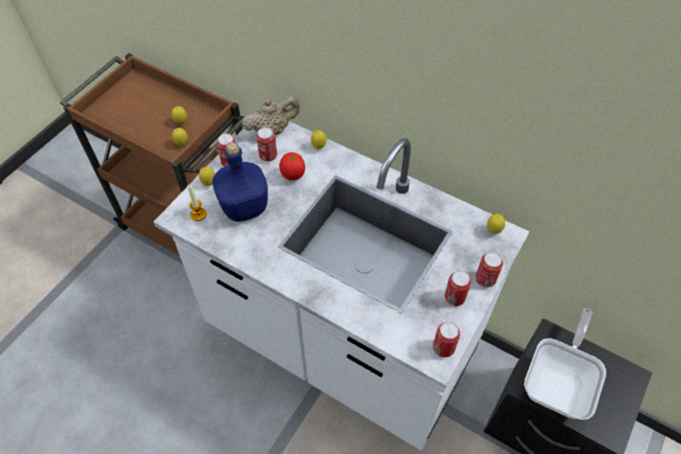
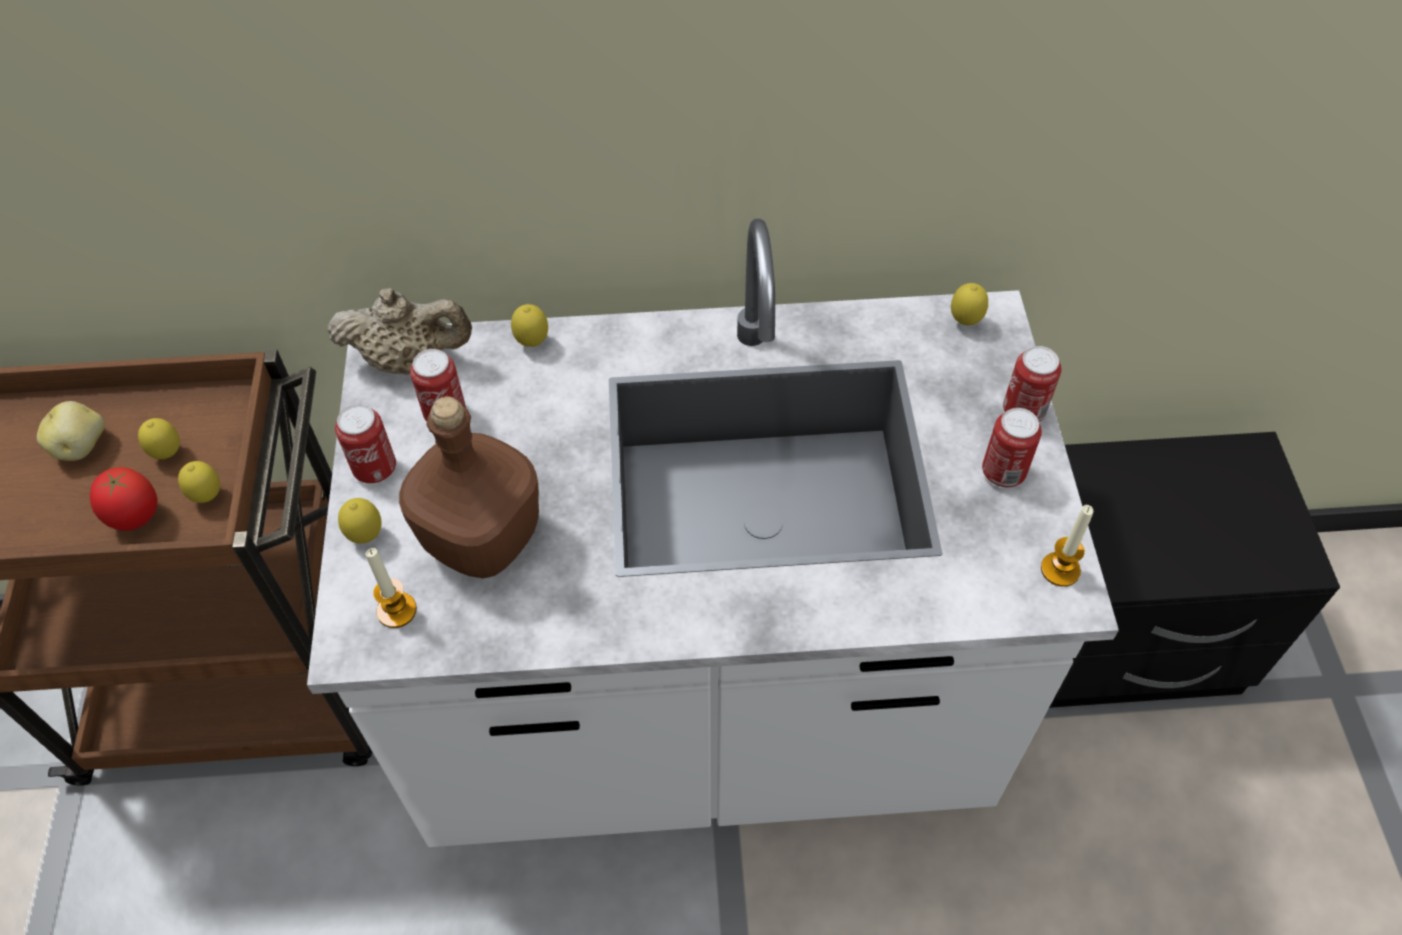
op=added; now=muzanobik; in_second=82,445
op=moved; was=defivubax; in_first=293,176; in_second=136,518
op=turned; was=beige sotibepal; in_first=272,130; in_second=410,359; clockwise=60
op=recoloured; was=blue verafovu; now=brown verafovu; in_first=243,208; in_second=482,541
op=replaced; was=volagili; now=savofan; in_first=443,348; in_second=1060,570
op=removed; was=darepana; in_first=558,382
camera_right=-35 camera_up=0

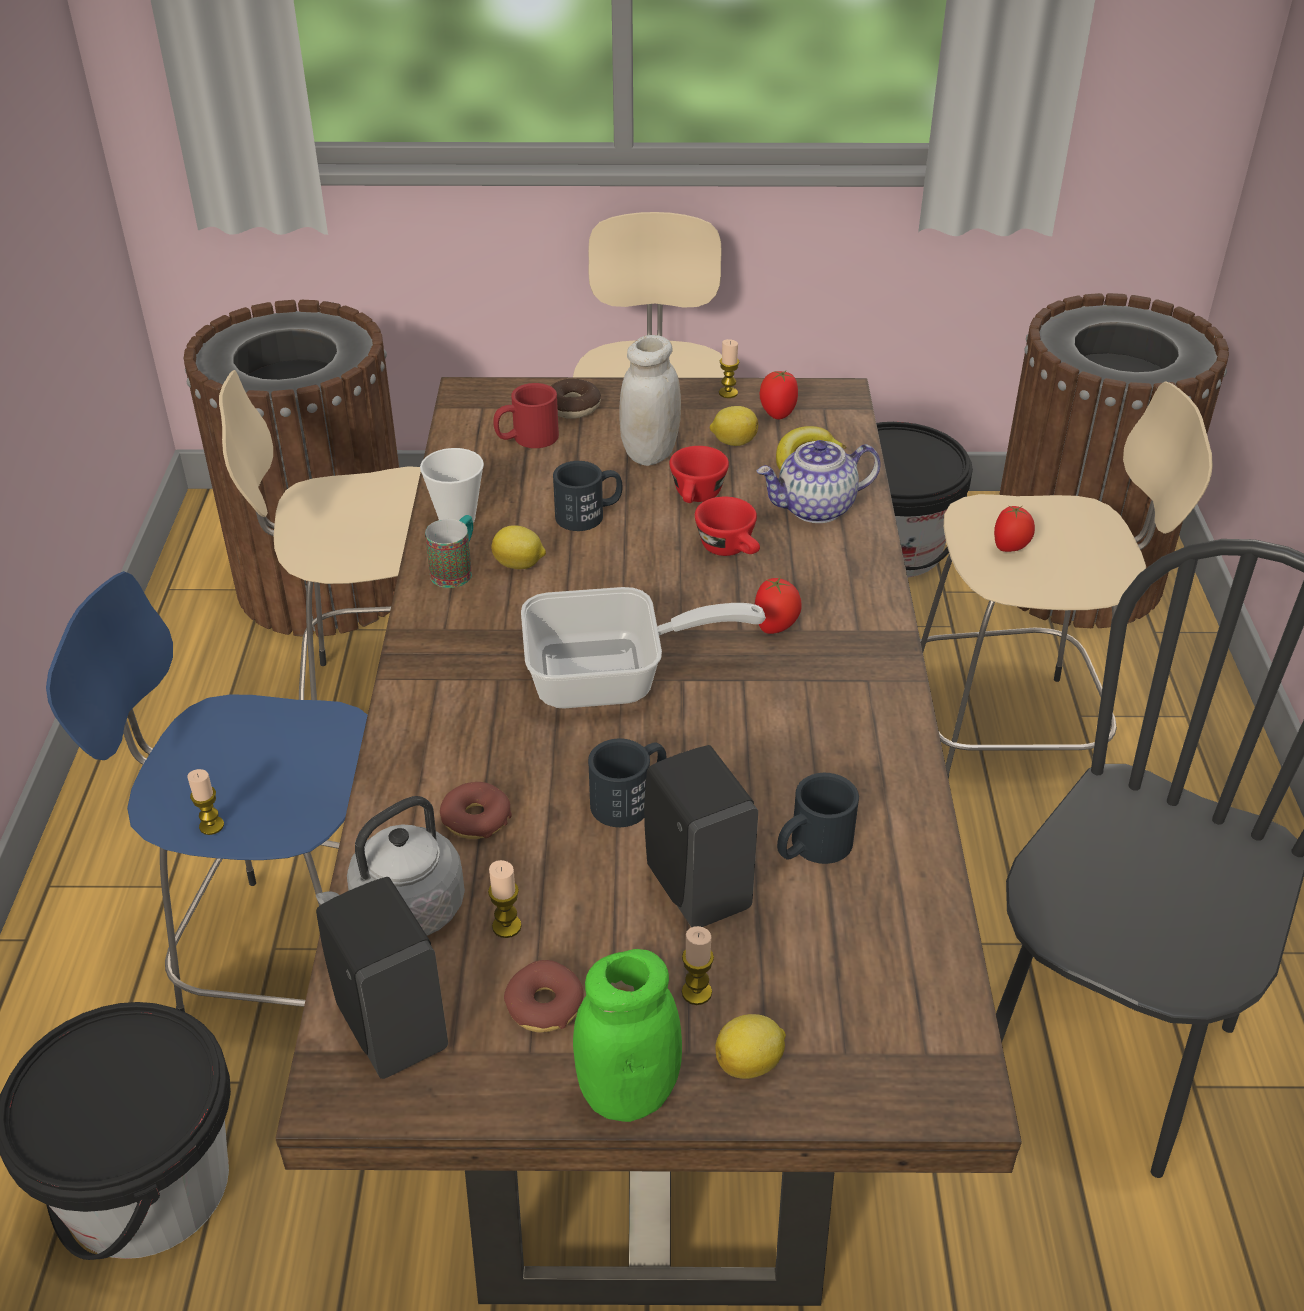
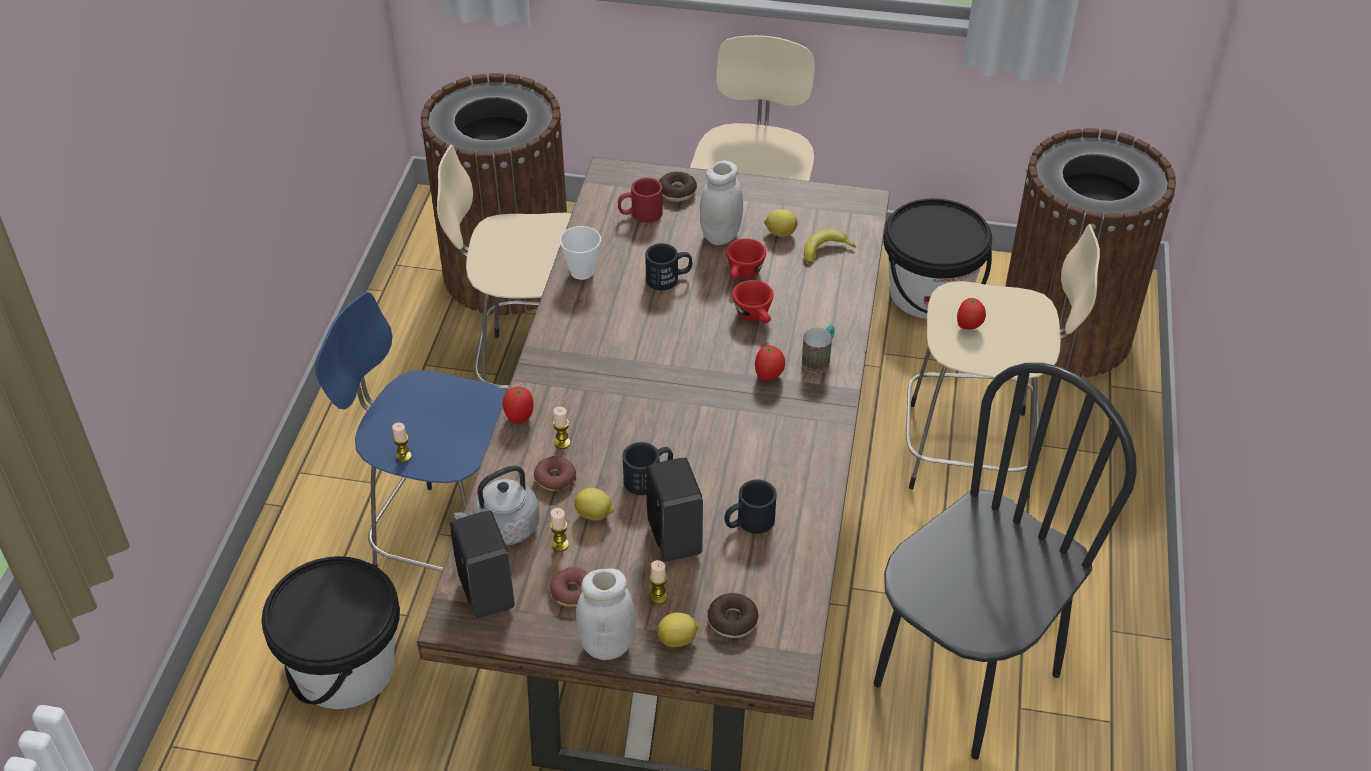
op=moved; was=defivubax; in_first=777,414; in_second=519,417
op=moved; was=savofan; in_first=728,393; in_second=562,443
op=moved; was=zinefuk; in_first=519,565; in_second=594,515
op=recoloured; was=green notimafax; now=white notimafax; in_first=628,1093; in_second=607,645
op=added; now=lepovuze; in_second=732,621
op=moved; was=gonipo; in_first=456,570; in_second=819,359
op=removed; was=darepana; in_first=613,678
op=removed; was=sotibepal; in_first=815,509
camera_right=10 camera_up=5

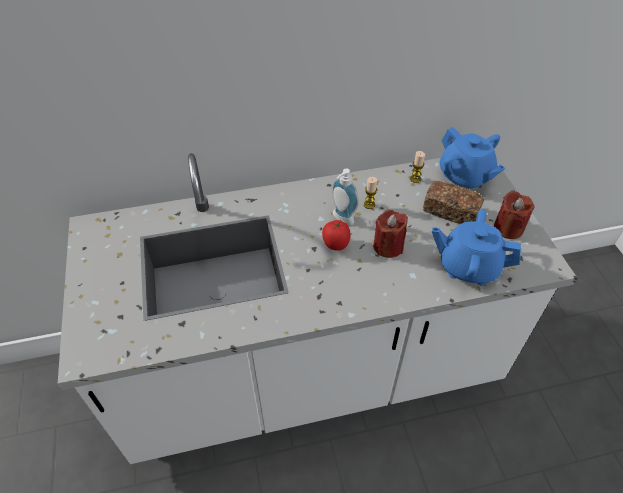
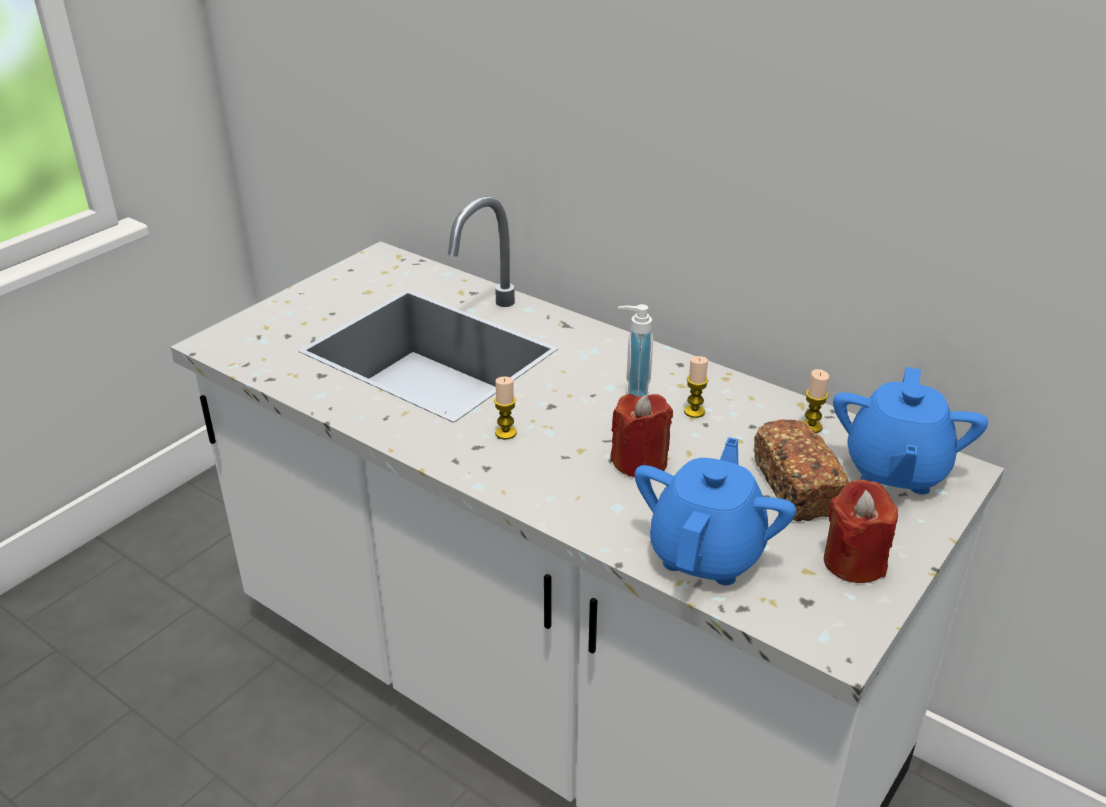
op=added; now=savofan; in_second=505,433
op=turned; was=blue sotibepal; in_first=468,266; in_second=707,553; clockwise=45
op=removed; was=defivubax; in_first=336,244
camera_right=50 camera_up=-15

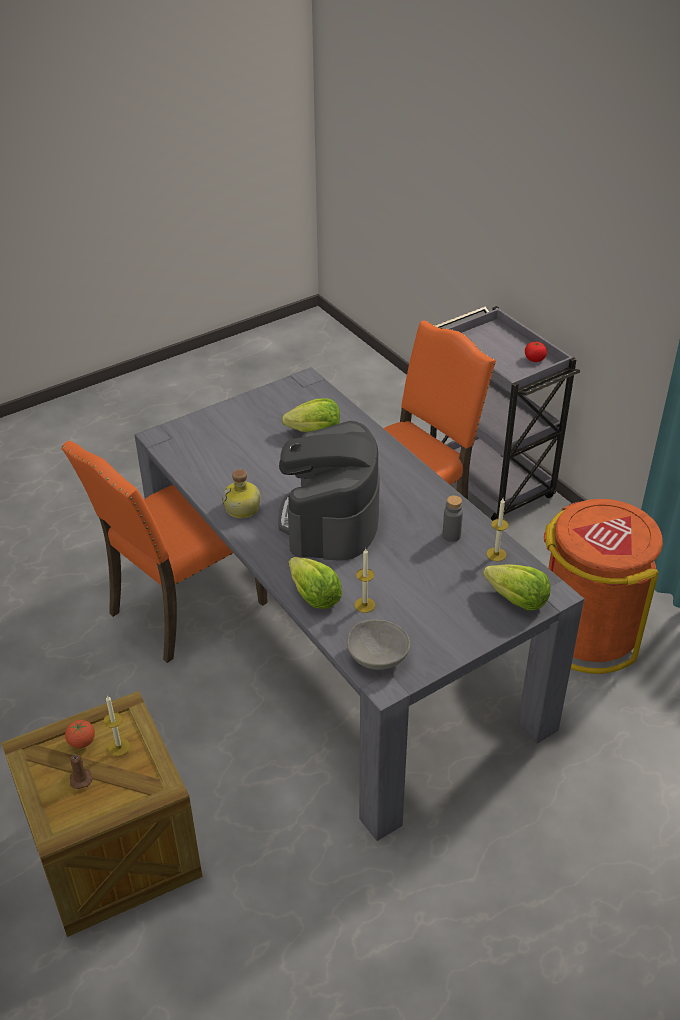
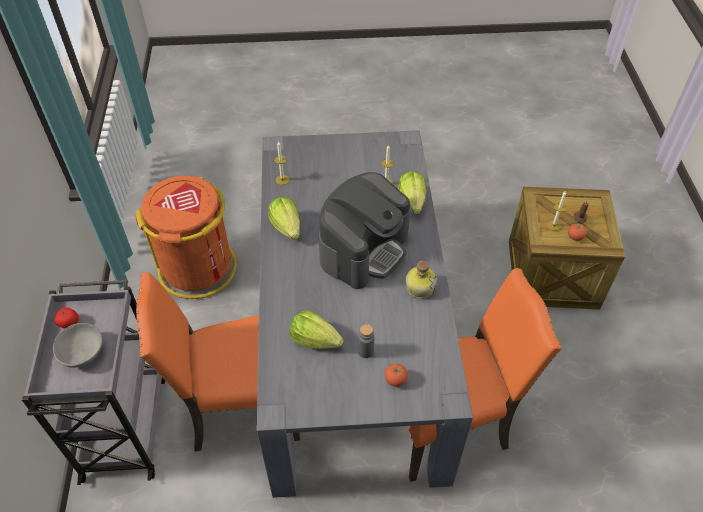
op=moved; was=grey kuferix; in_first=377,657; in_second=83,352
op=moved; was=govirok; in_first=517,600; in_second=287,227
op=moved; was=grey verafovu; in_first=451,535; in_second=365,351
op=added; now=defivubax; in_second=395,380
camera_right=-150 camera_up=10

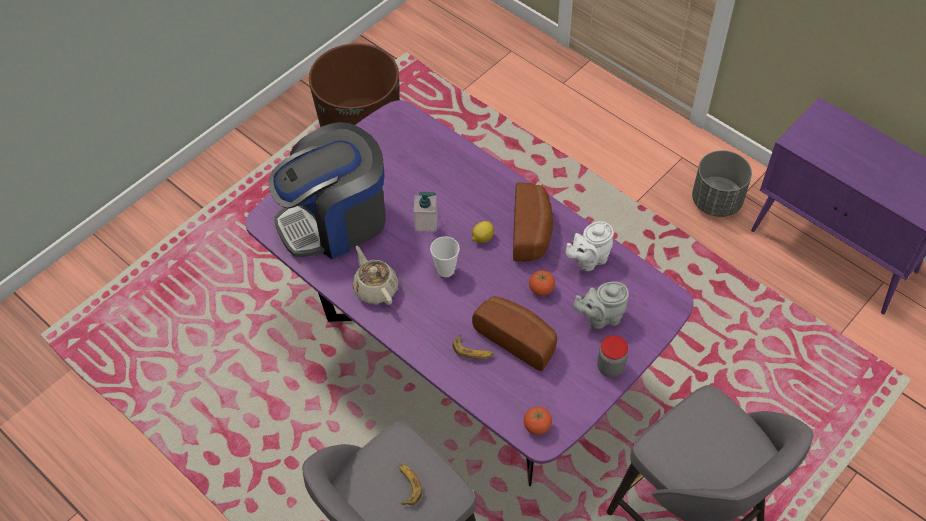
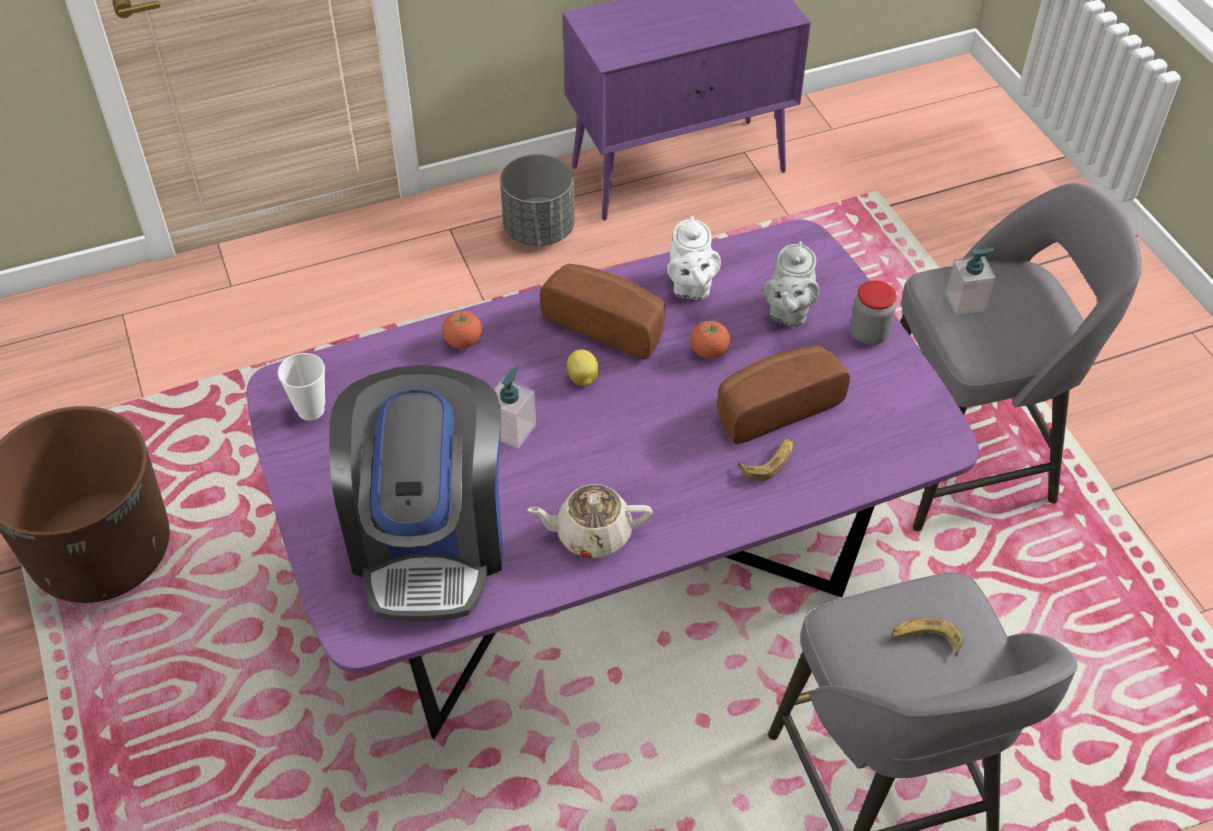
op=moved; was=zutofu; in_first=446,270; in_second=311,410
op=moved; was=defivubax; in_first=537,426; in_second=463,342
op=added; now=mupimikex; in_second=965,302
camera_right=-65 camera_up=-5

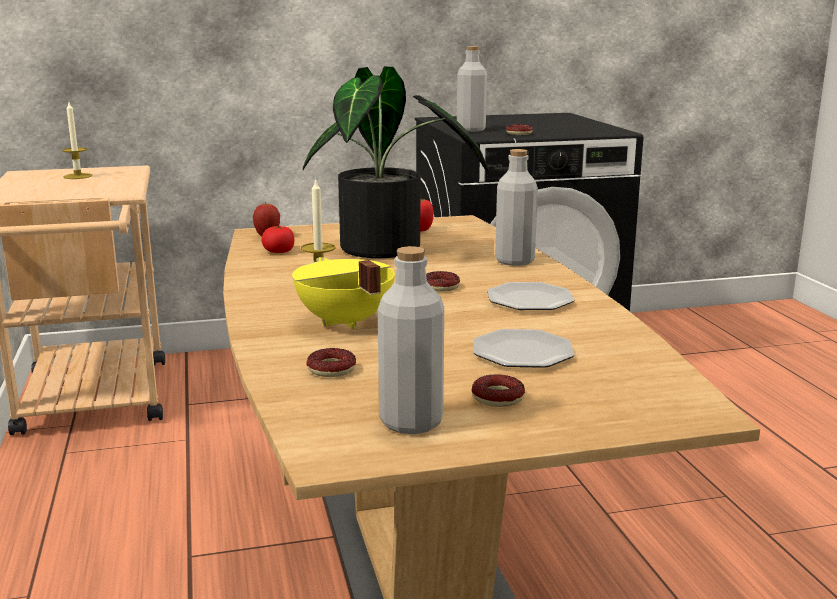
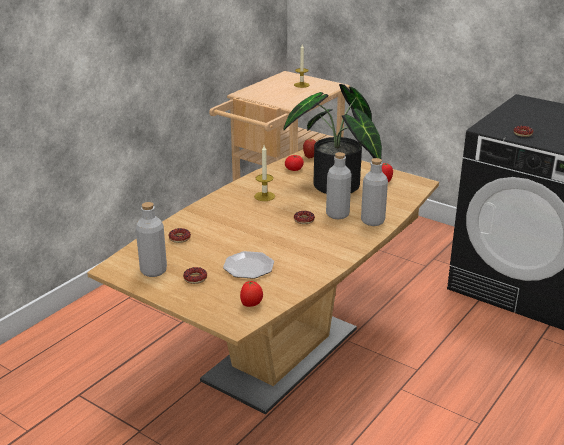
op=added; now=defivubax; in_second=251,305
op=moved; was=grey verafovu; in_first=471,130; in_second=337,214
op=removed; was=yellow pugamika; in_first=343,322
op=removed; was=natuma; in_first=529,300
camera_right=50 camera_up=10

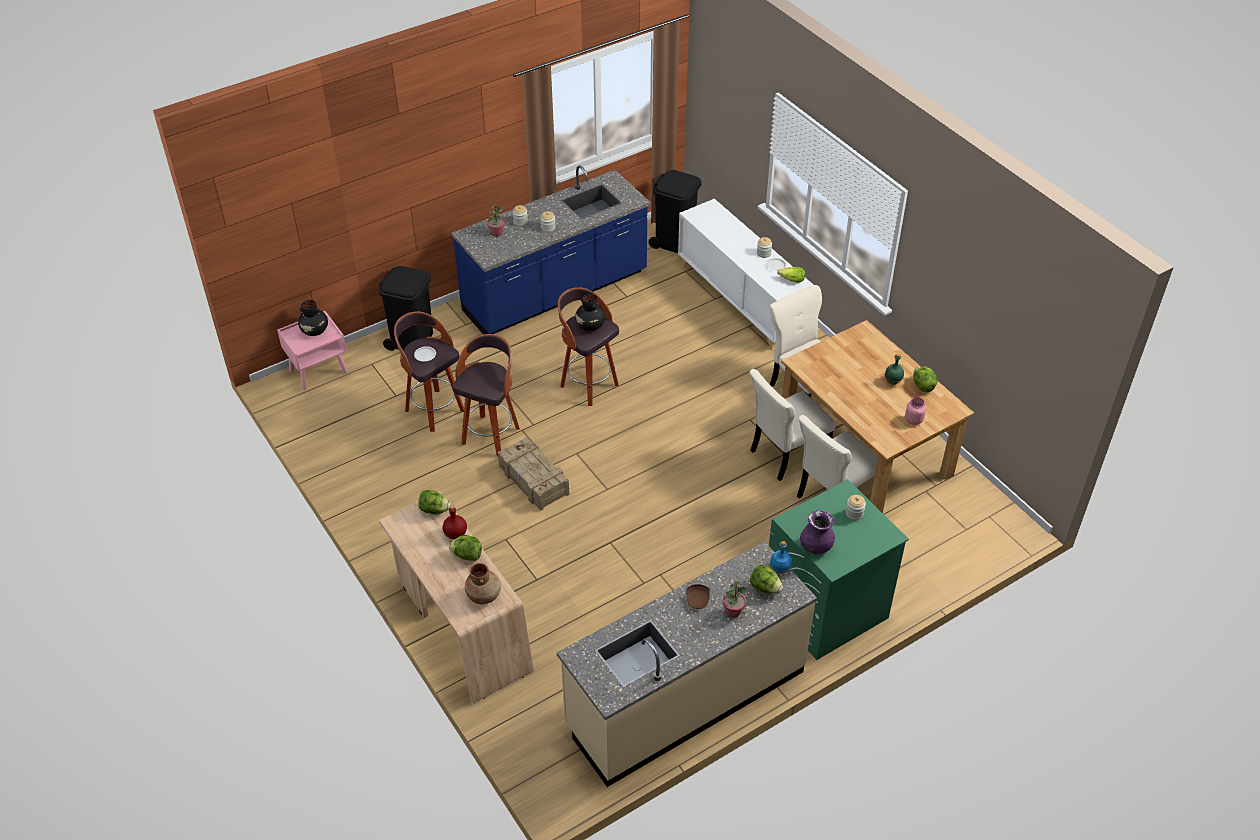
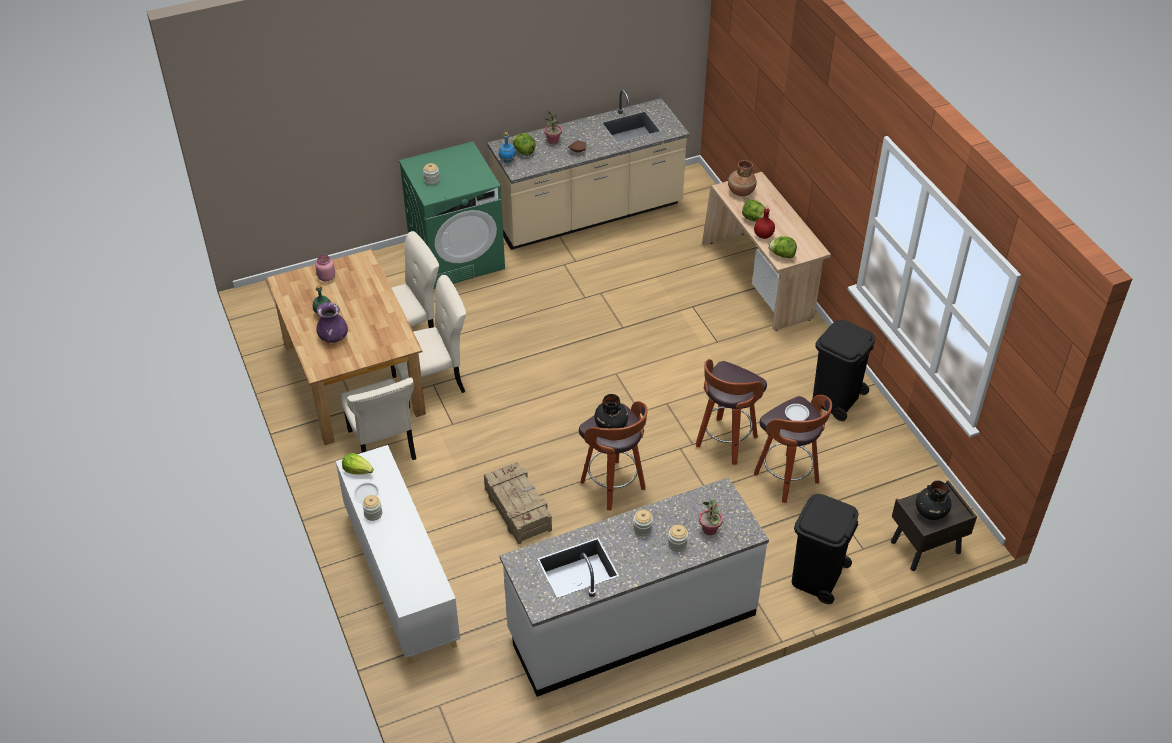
op=moved; was=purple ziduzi; in_first=816,547; in_second=333,337
op=moved; was=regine; in_first=533,481; in_second=518,509
op=recoloured; was=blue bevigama; now=white bevigama; in_first=556,293; in_second=631,623
op=moved; was=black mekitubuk; in_first=674,240; in_second=835,399
op=recoloured; was=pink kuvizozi; now=brown kuvizozi; in_first=319,371; in_second=924,548
op=removed; was=govirok; in_first=922,386
camera_right=-170 camera_up=0

